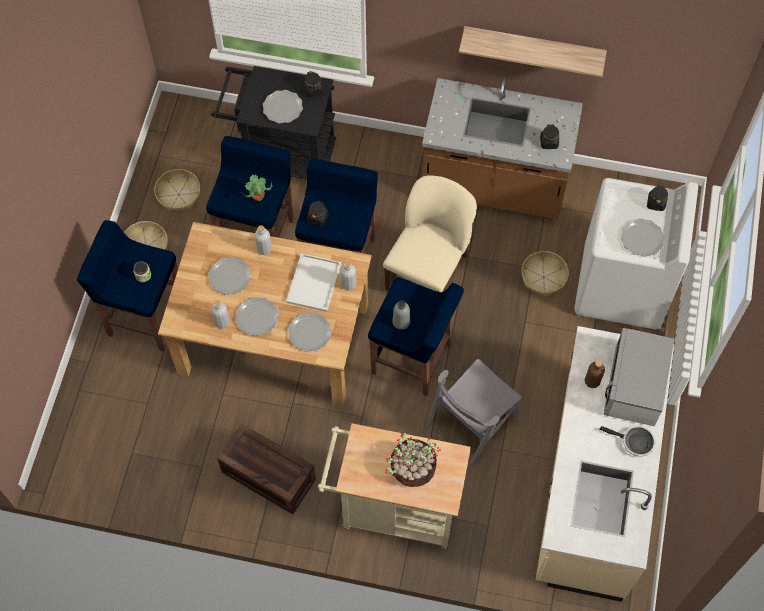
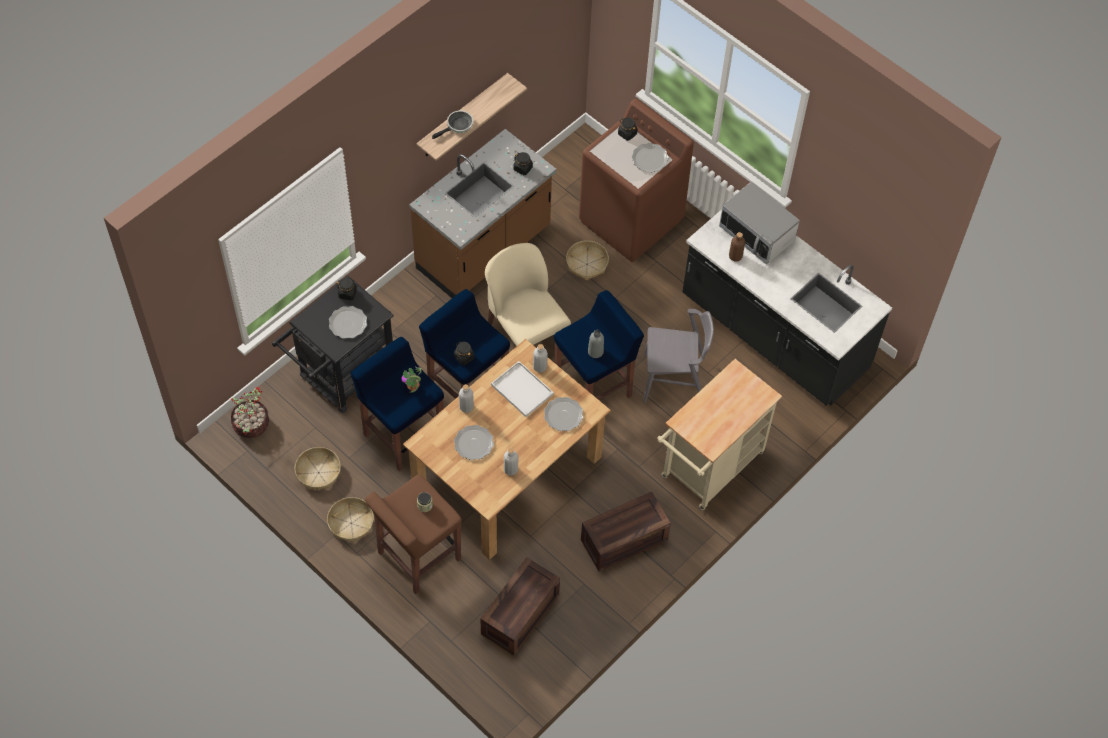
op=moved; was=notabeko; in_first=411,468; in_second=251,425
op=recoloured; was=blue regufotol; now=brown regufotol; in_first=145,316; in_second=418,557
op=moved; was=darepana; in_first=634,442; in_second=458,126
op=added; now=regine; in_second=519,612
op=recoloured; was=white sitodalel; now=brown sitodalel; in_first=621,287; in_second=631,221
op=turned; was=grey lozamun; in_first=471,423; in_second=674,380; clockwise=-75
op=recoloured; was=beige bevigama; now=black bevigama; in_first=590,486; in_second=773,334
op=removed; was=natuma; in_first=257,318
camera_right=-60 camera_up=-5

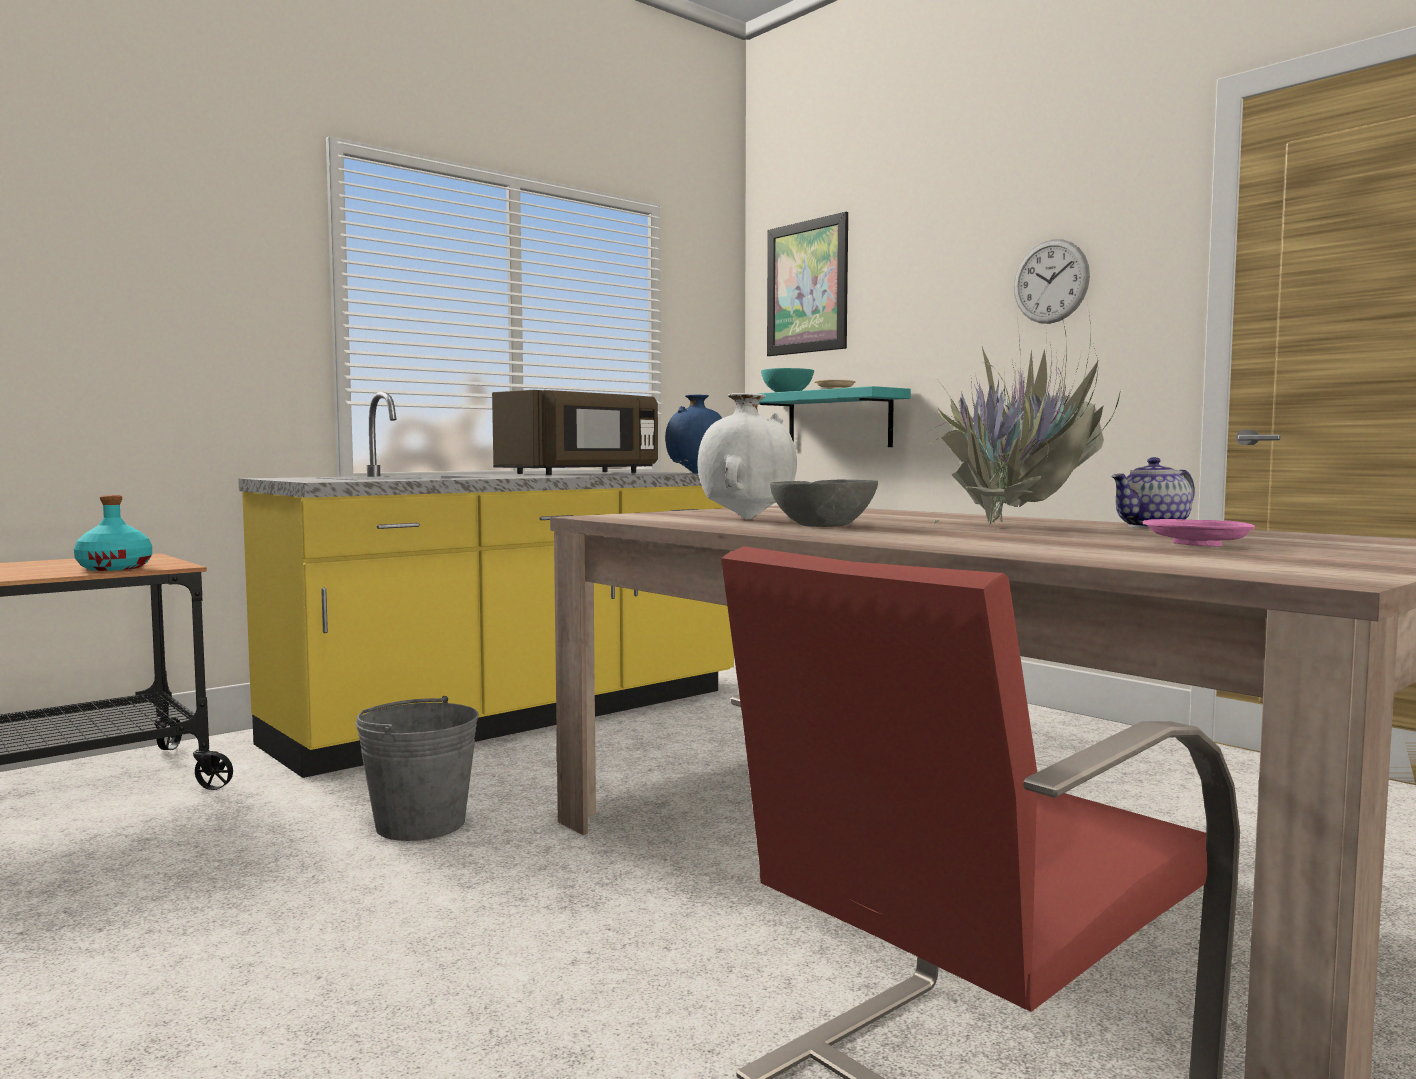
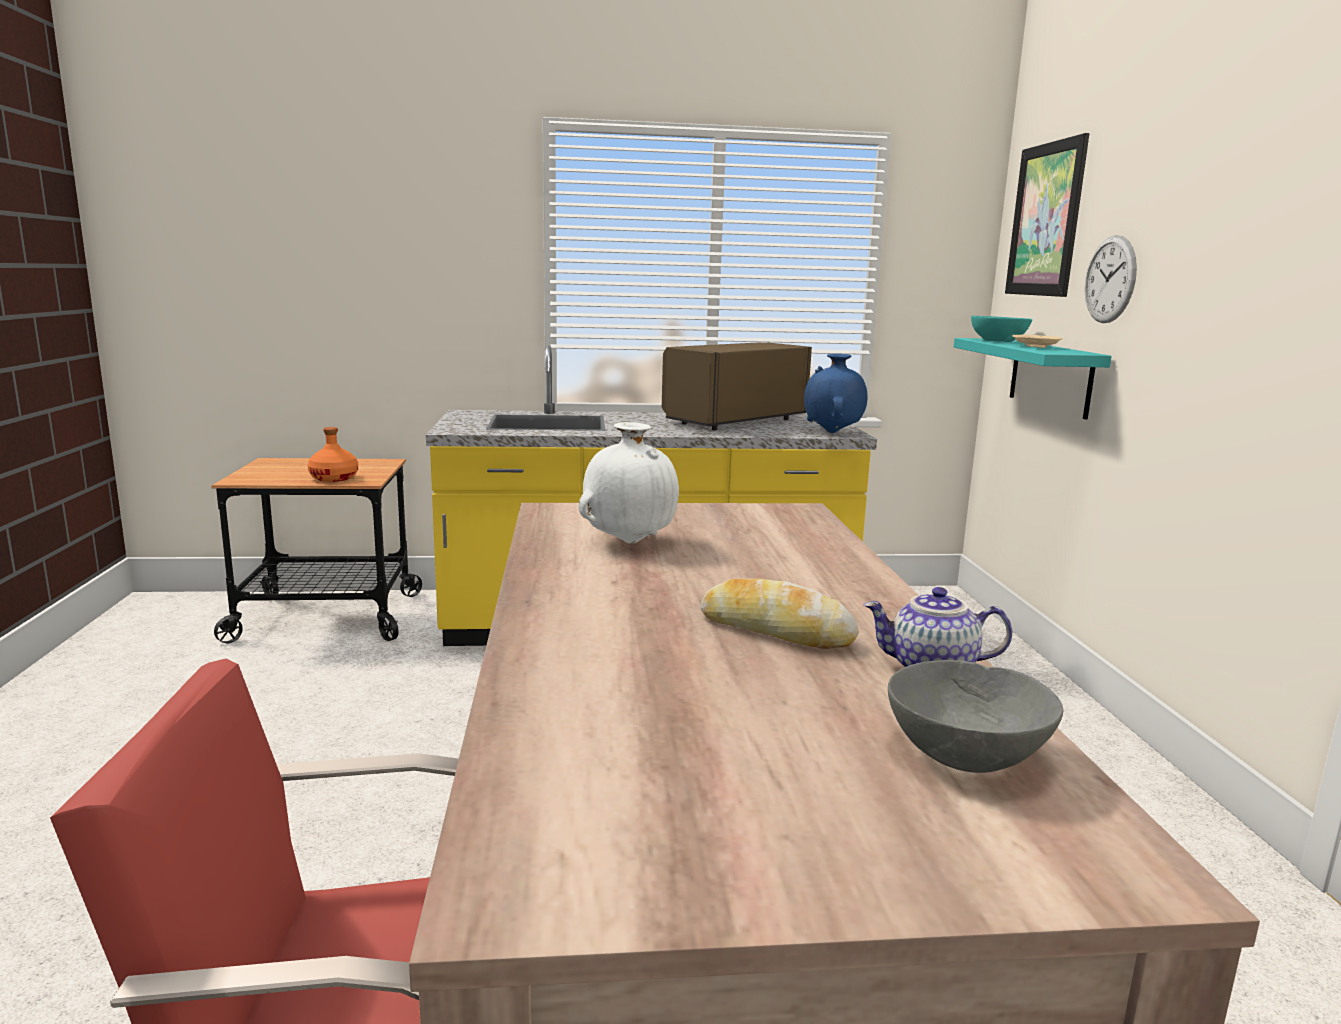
op=recoloured; was=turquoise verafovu; now=orange verafovu; in_first=115,568; in_second=334,478
op=turned; was=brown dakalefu; in_first=581,473; in_second=733,420; clockwise=150
op=replaced; was=notabeko; now=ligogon; in_first=1016,527; in_second=775,630
op=moved; was=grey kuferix; in_first=822,526; in_second=965,754
op=moved; was=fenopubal; in_first=1050,281; in_second=1110,279
op=removed; was=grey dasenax; in_first=420,824
op=removed; was=pink natuma; in_first=1196,545
camera_right=35 camera_up=10

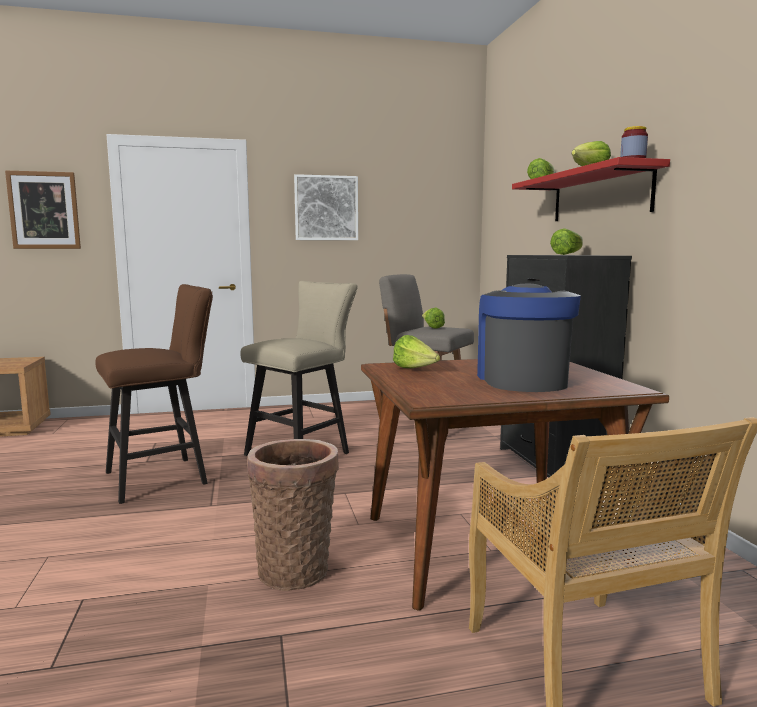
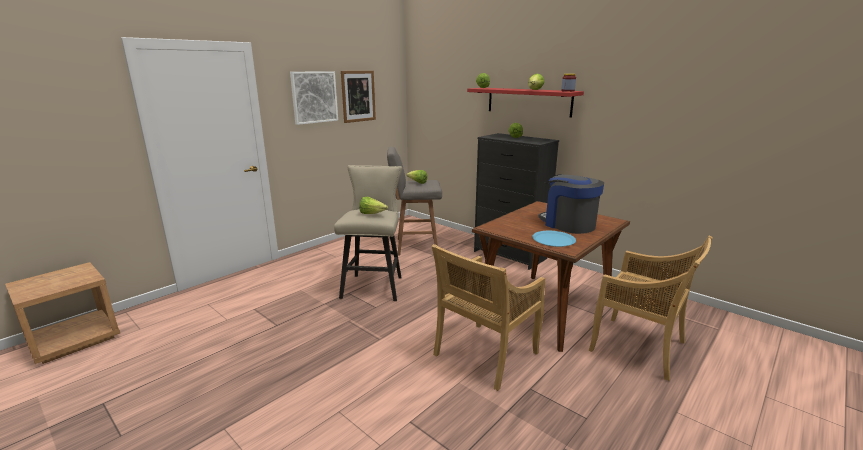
op=moved; was=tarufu; in_first=44,210; in_second=358,96
op=moved; was=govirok; in_first=415,369; in_second=372,214
op=replaced; was=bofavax; now=beige lozamun; in_first=295,568; in_second=485,355
op=added; now=blue natuma; in_second=553,239
op=removed; was=brown regufotol; in_first=164,477
camera_right=-35 camera_up=10

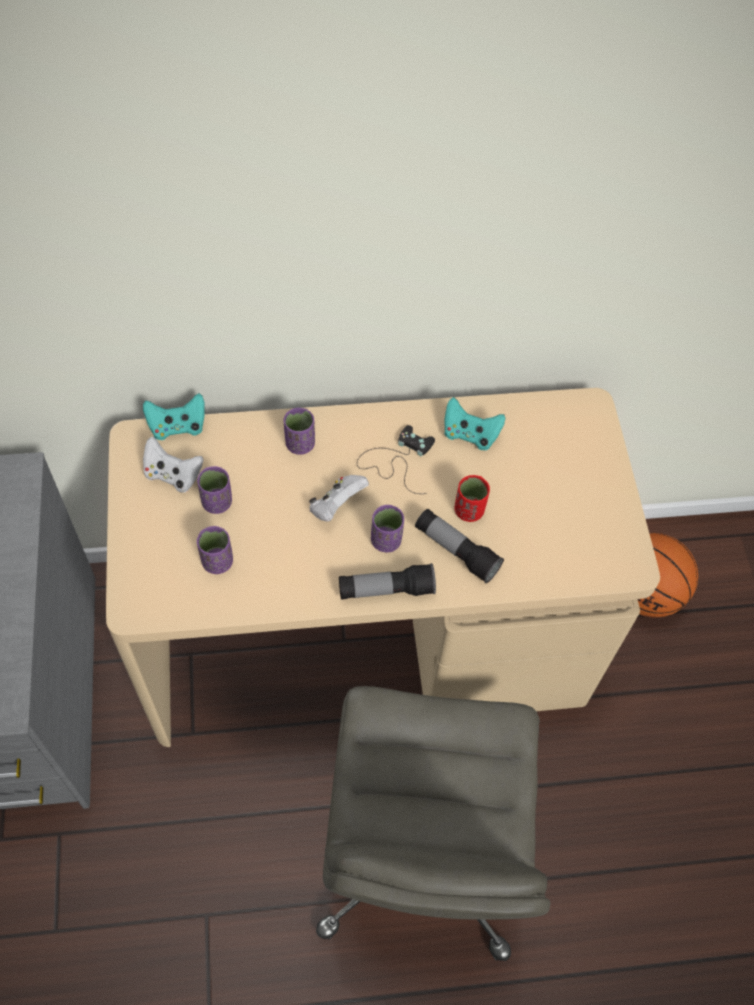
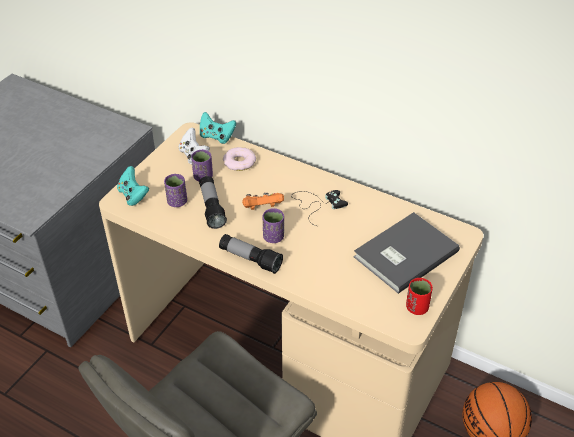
op=moved; was=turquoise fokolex; in_first=470,434; in_second=133,195
op=moved; was=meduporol; in_first=456,551; in_second=212,208
op=added; now=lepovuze; in_second=239,162
op=recoloured; was=white fokolex; now=orange fokolex; in_first=336,506; in_second=262,208
op=added; now=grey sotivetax; in_second=403,254
op=moved; was=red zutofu; in_first=469,510; in_second=417,308
op=removed; was=purple zutofu; in_first=300,444
camera_right=40 camera_up=-15

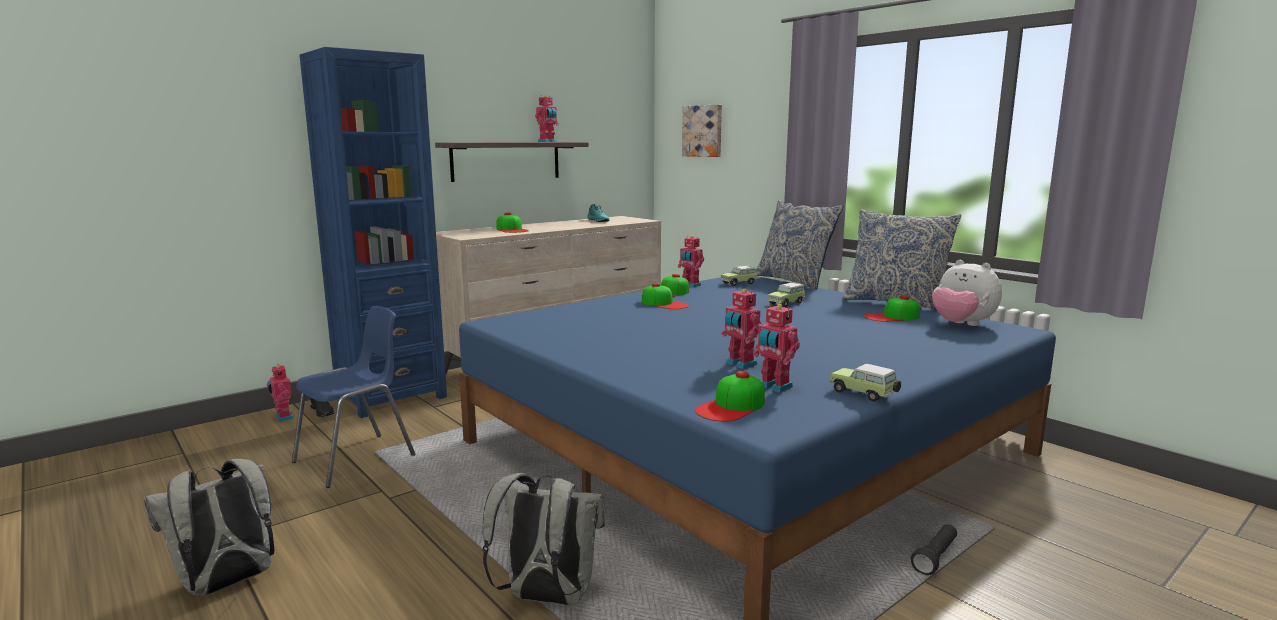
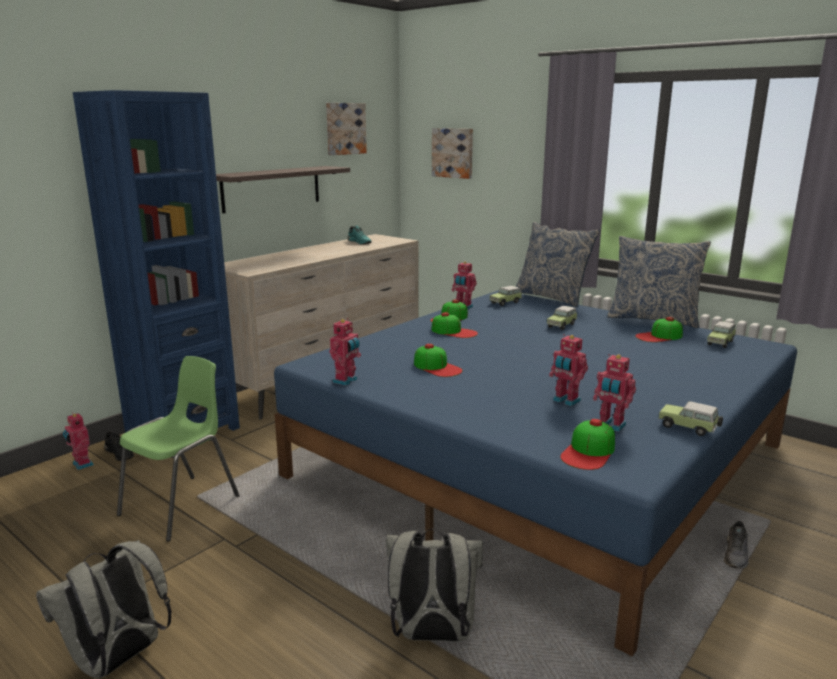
op=recoloured; was=blue lozamun; now=green lozamun; in_first=356,459; in_second=182,506
op=added; now=tarufu; in_second=344,128
op=moved; was=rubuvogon; in_first=547,141; in_second=346,381
op=moved; was=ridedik; in_first=512,230; in_second=437,367
op=replaced; was=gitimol; now=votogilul; in_first=961,325; in_second=720,342
op=replaced; was=black meduporol; now=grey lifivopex; in_first=935,558; in_second=736,555
camera_right=-10 camera_up=5

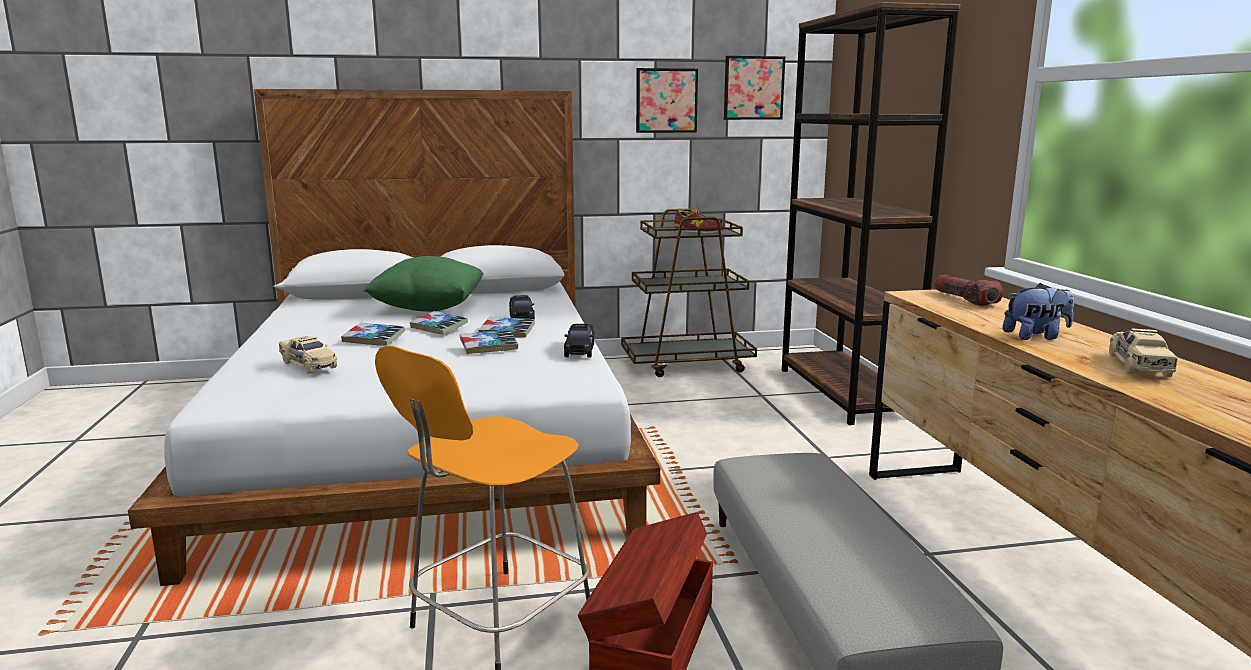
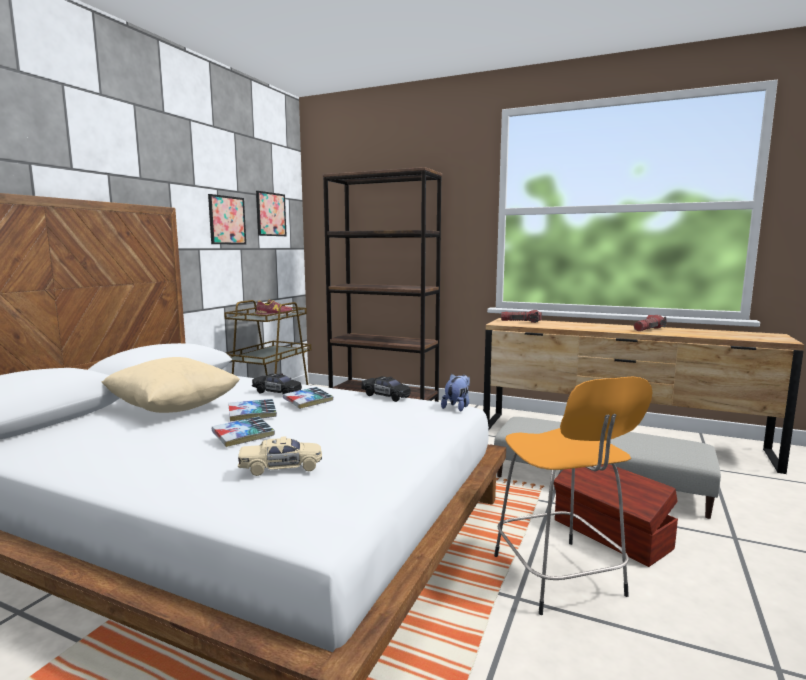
op=recoloured; was=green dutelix; now=beige dutelix; in_first=429,308; in_second=173,409
op=moved; was=gitimol; in_first=1036,337; in_second=457,407
op=replaced; was=beige votogilul; now=meduporol; in_first=1139,366; in_second=648,329
op=removed; was=sotivetax; in_first=488,347
camera_right=-55 camera_up=-5

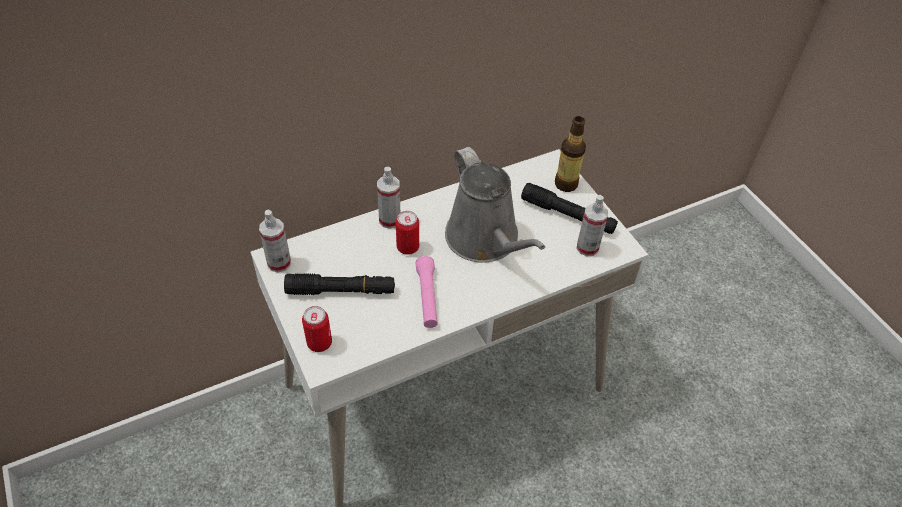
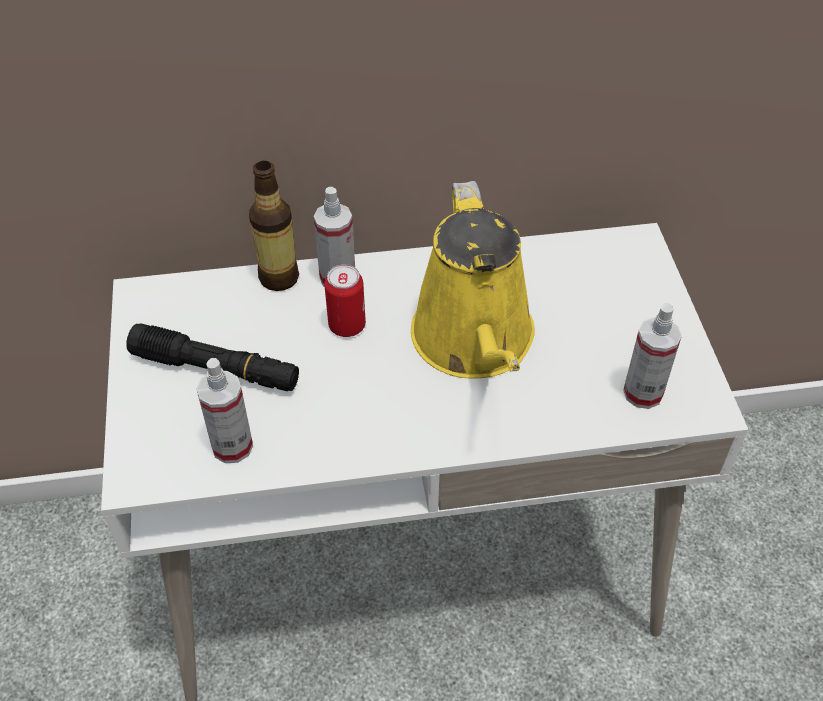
op=moved; was=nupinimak; in_first=279,263; in_second=232,446
op=moved; was=verafovu; in_first=566,184; in_second=279,278
op=recoloured; was=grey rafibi; now=yellow rafibi; in_first=485,240; in_second=475,342
op=removed; was=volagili; in_first=319,343
op=removed; was=pink meduporol; in_first=427,297
op=removed; was=black meduporol; in_first=568,215
camera_right=20 camera_up=0

